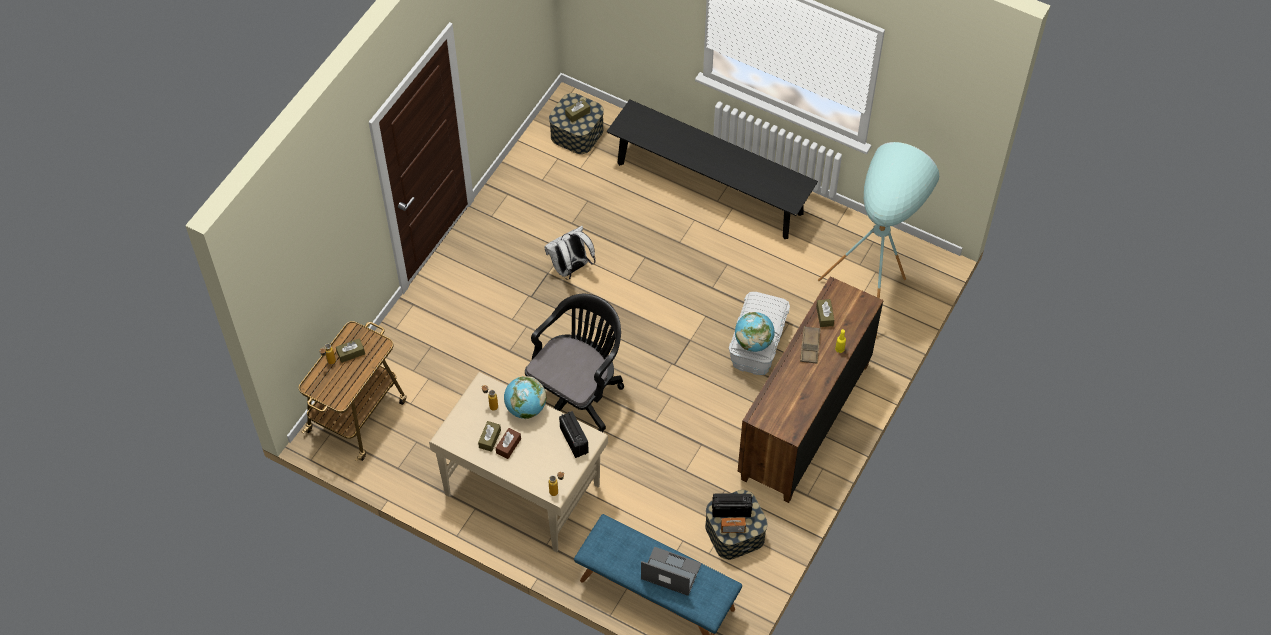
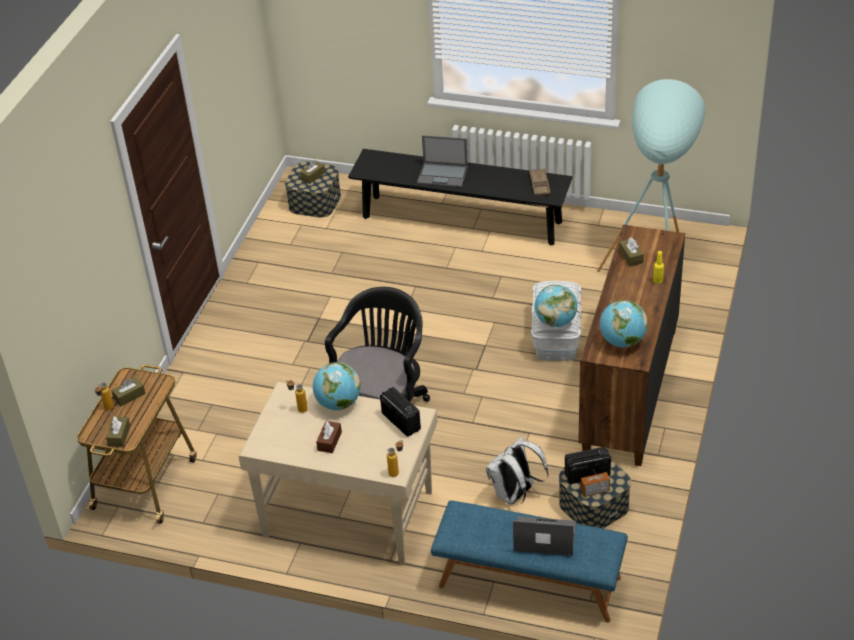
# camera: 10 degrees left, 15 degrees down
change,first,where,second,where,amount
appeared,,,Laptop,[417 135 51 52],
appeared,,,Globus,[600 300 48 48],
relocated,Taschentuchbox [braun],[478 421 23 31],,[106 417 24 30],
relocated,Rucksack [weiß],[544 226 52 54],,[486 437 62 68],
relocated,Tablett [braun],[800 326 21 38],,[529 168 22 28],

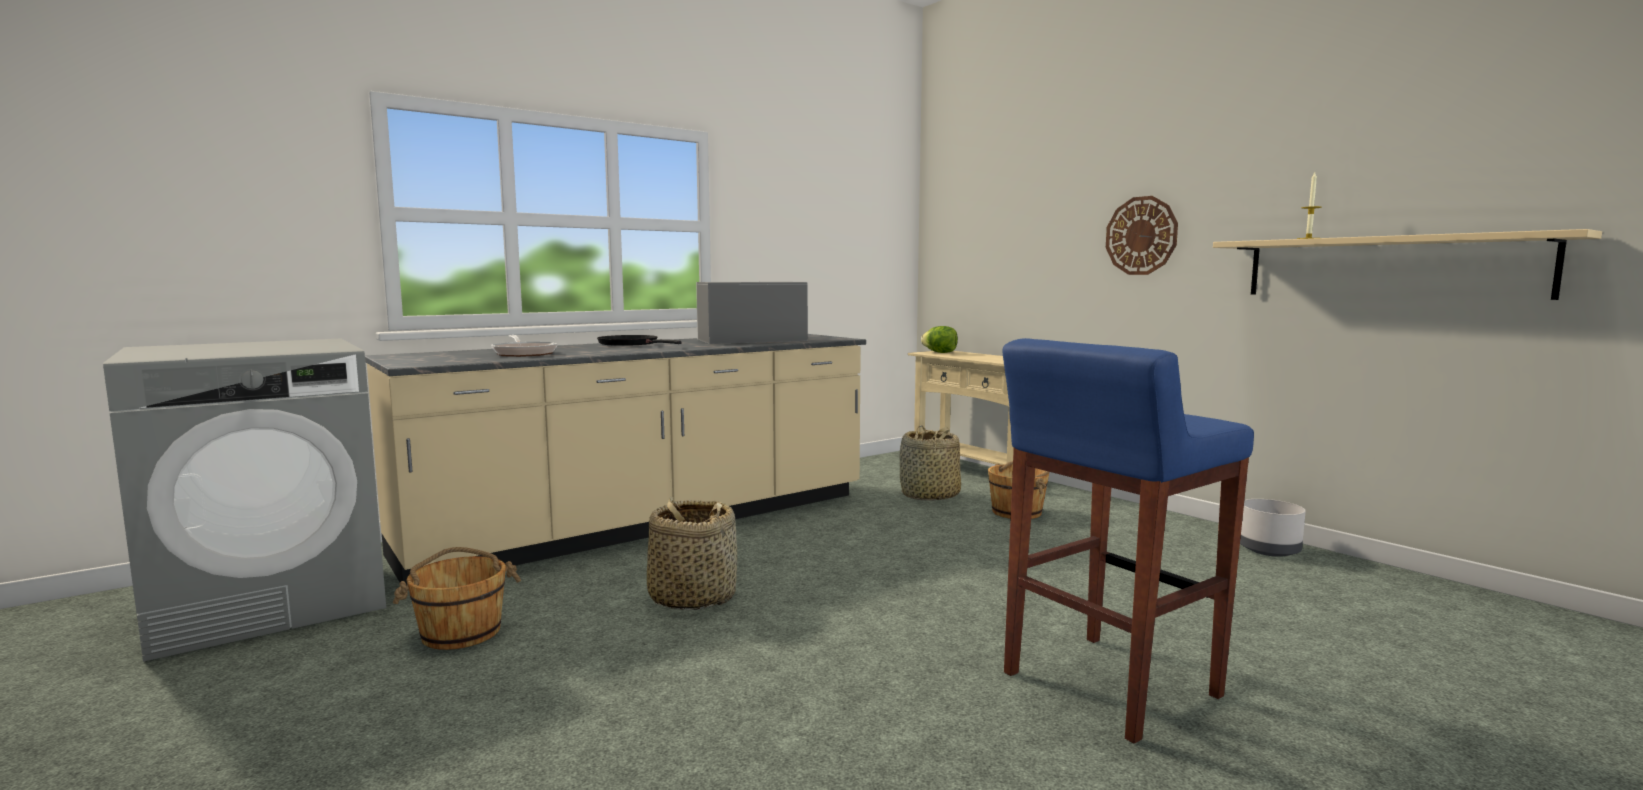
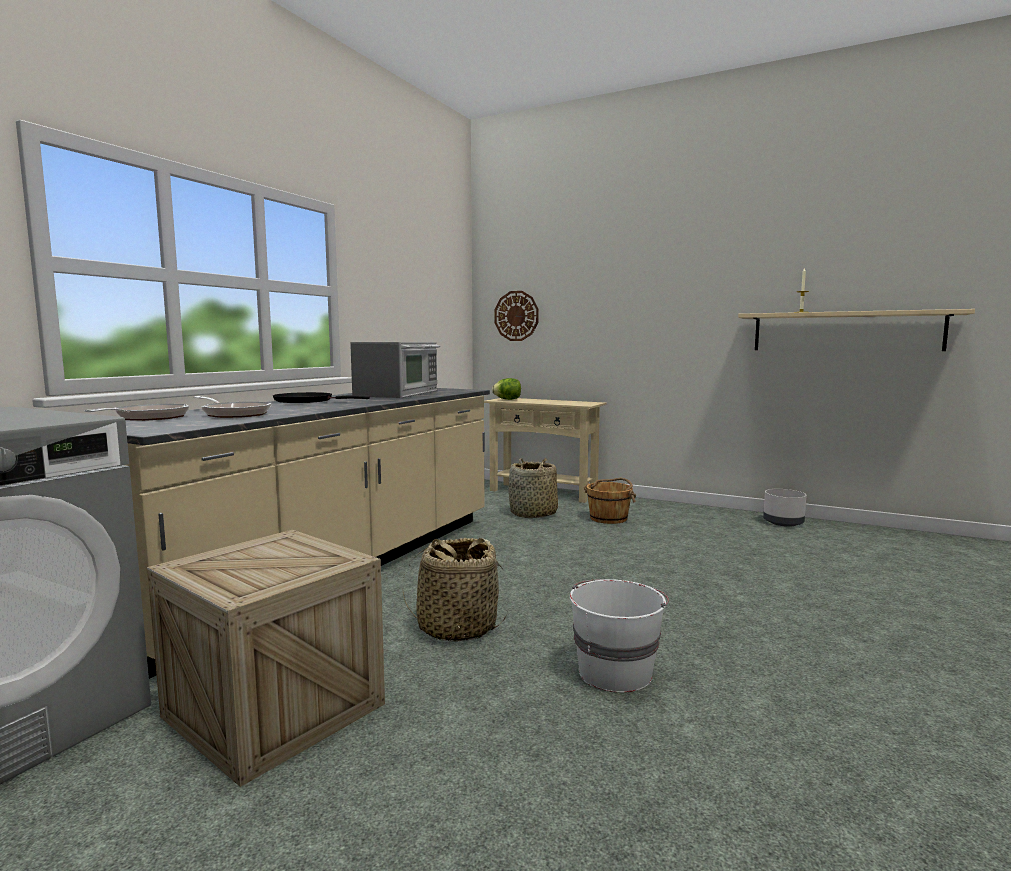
# camera: 25 degrees left, 0 degrees up
change,first,where,second,where,amount
missing,Hocker [blau],[1003 338 251 406],,,
appeared,,,Pfanne,[85 404 104 17],
appeared,,,Eimer [weiß],[570 579 99 113],
relocated,Wanduhr,[1106 196 72 79],,[494 291 45 50],
exchanged,Eimer [braun],[393 547 128 103],Kiste,[147 530 238 257],
spun,Mikrowelle,[696 282 112 62],,[350 342 90 56],150 degrees clockwise

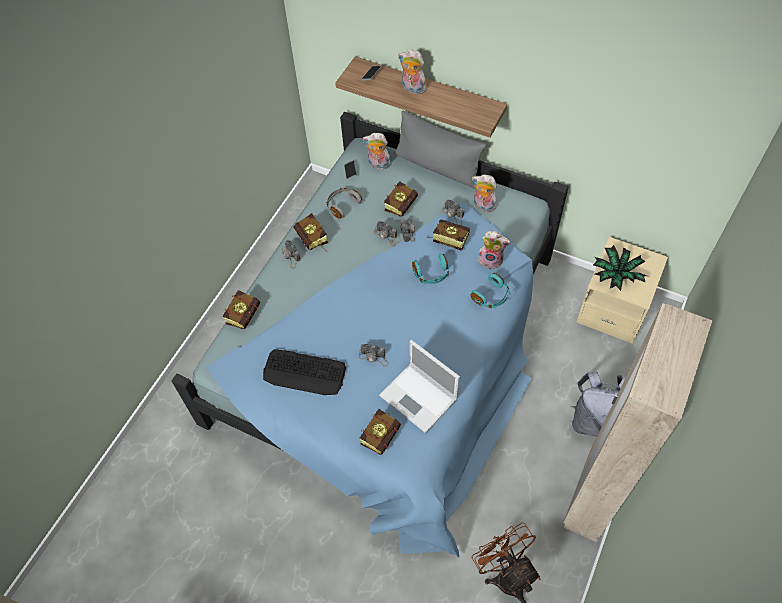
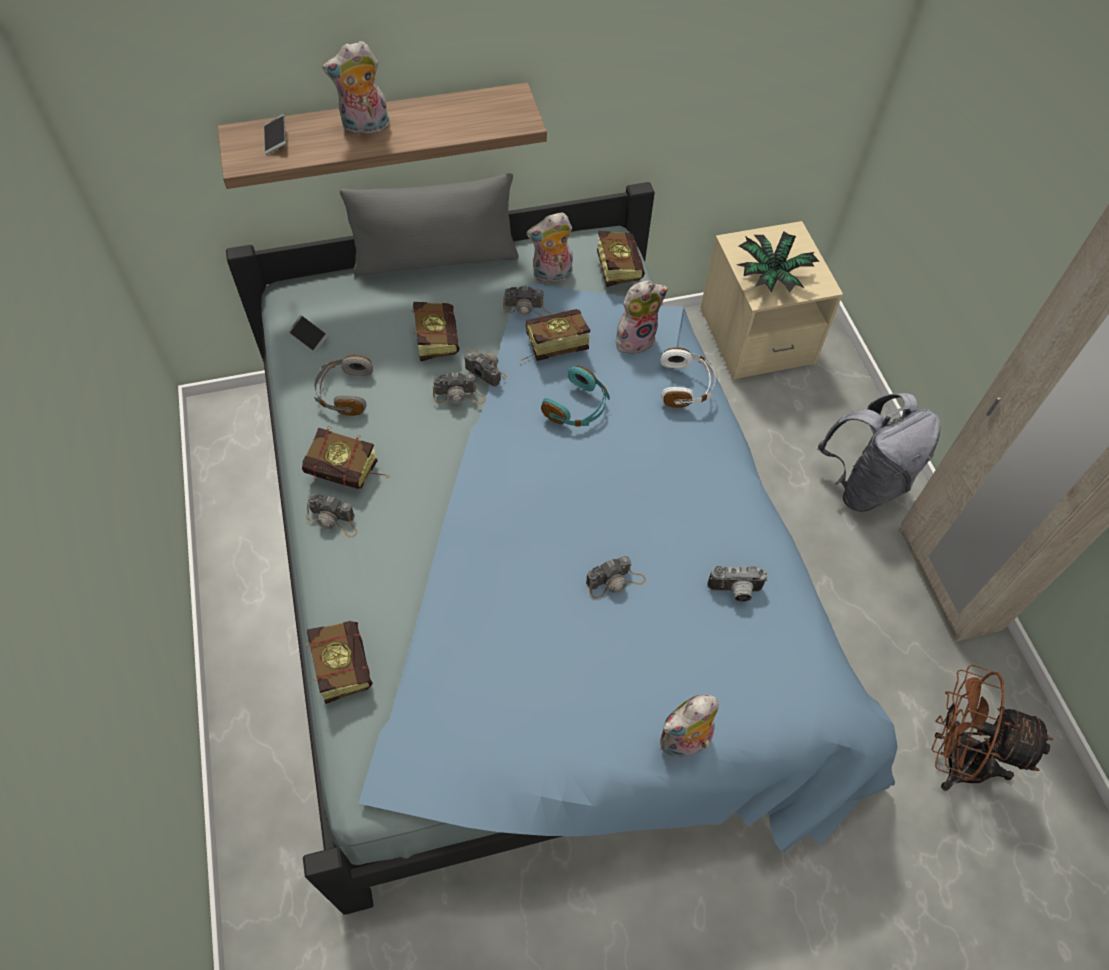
# camera: 45 degrees left, 0 degrees up
change,first,where,second,where,amount
missing,Tastatur,[263 349 83 46],,,
relocated,Buch,[360 409 41 46],,[597 231 48 56],
relocated,Plüschtier,[363 133 30 36],,[660 694 59 64],
exchanged,Laptop,[379 340 81 93],Kamera,[707 566 61 36],
colour,Kopfhörer [türkis],[470 273 40 35],Kopfhörer [weiß],[660 347 56 61],

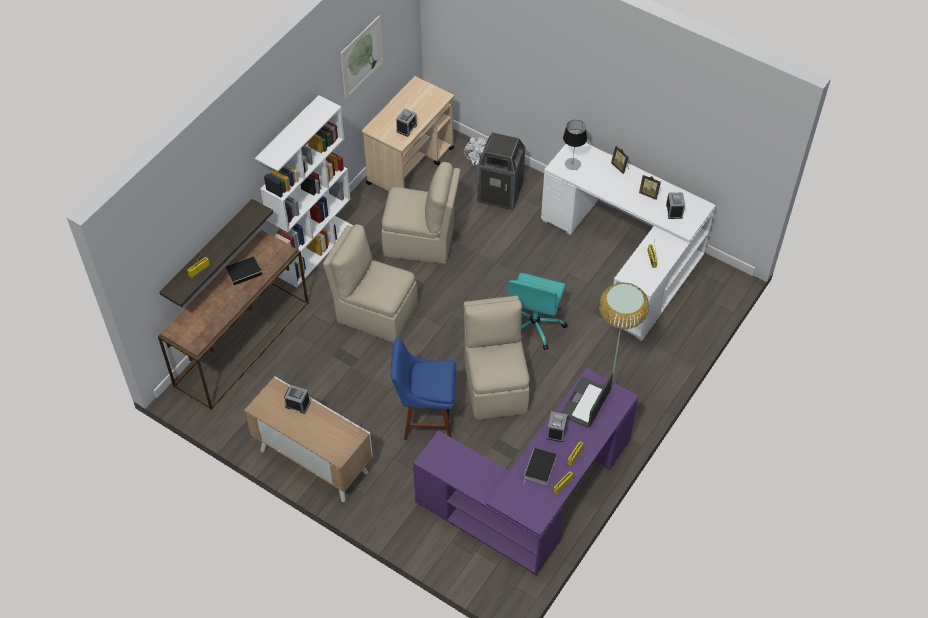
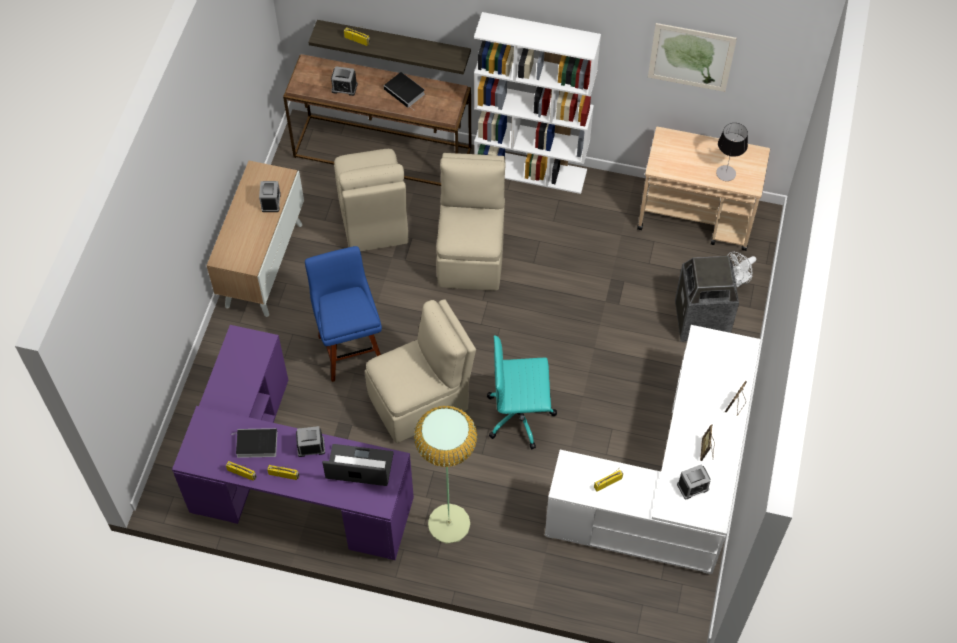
# camera: 70 degrees right, 5 degrees up
change,first,where,second,where,amount
relocated,Stuhl [beige],[382 162 79 102],,[334 149 74 102],
relocated,Wecker,[396 109 21 28],,[331 66 27 30],
relocated,Tischlampe,[563 120 24 50],,[716 123 32 58],

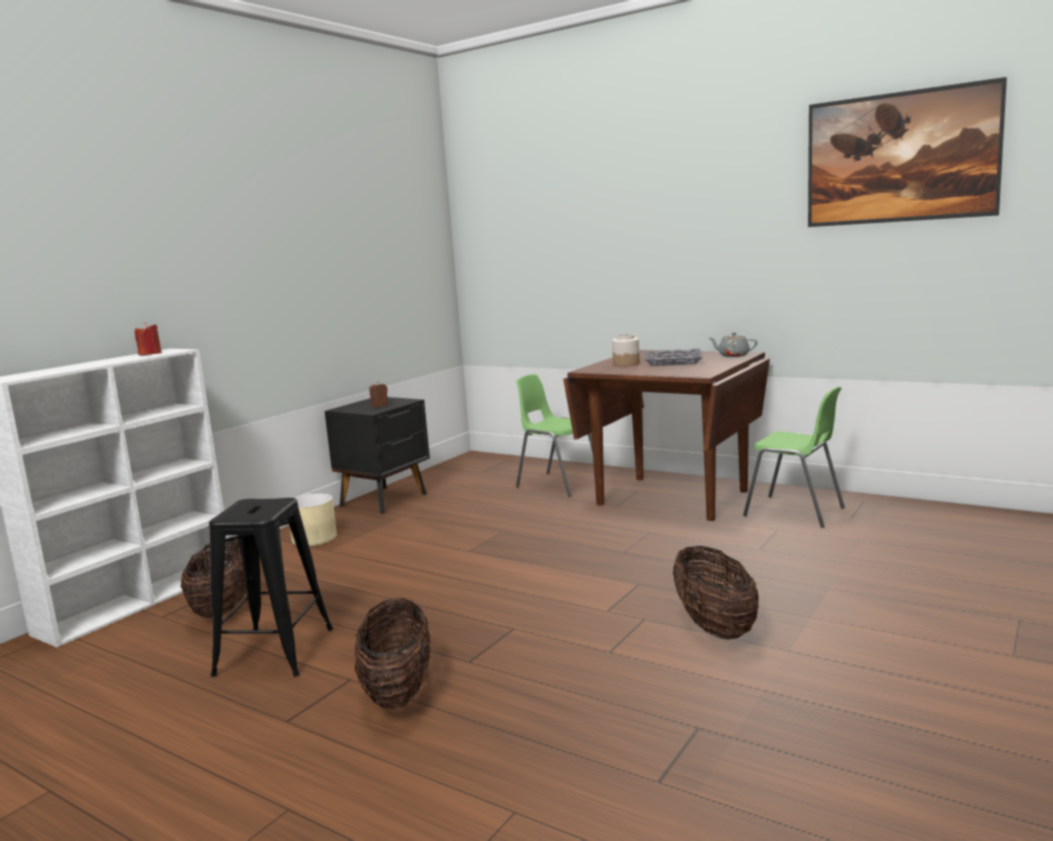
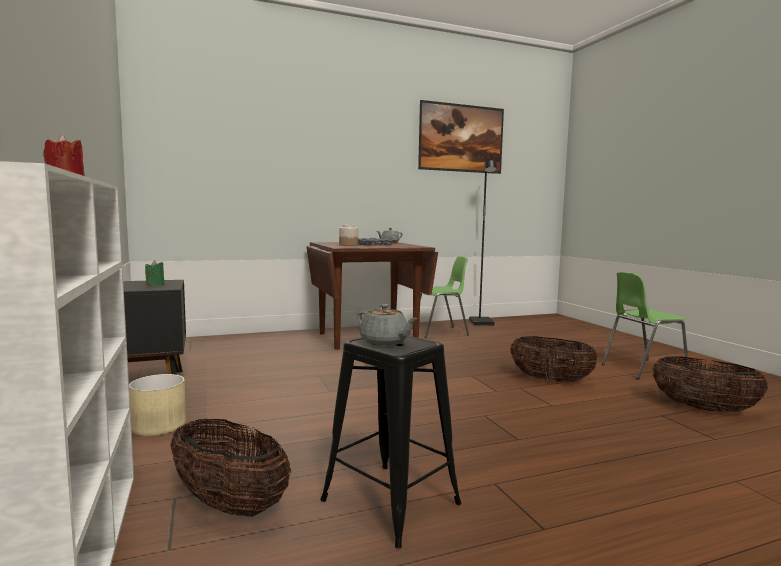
# camera: 55 degrees left, 5 degrees down
change,first,where,second,where,amount
appeared,,,Teekanne [grau],[357 304 61 42],
appeared,,,Stehlampe [schwarz],[469 160 28 166],
relocated,Korb,[354 598 77 111],,[652 356 116 56],
relocated,Stuhl [grün],[516 374 77 123],,[602 272 86 107],
colour,Kerze [braun],[369 382 19 25],Kerze [grün],[145 260 19 25],

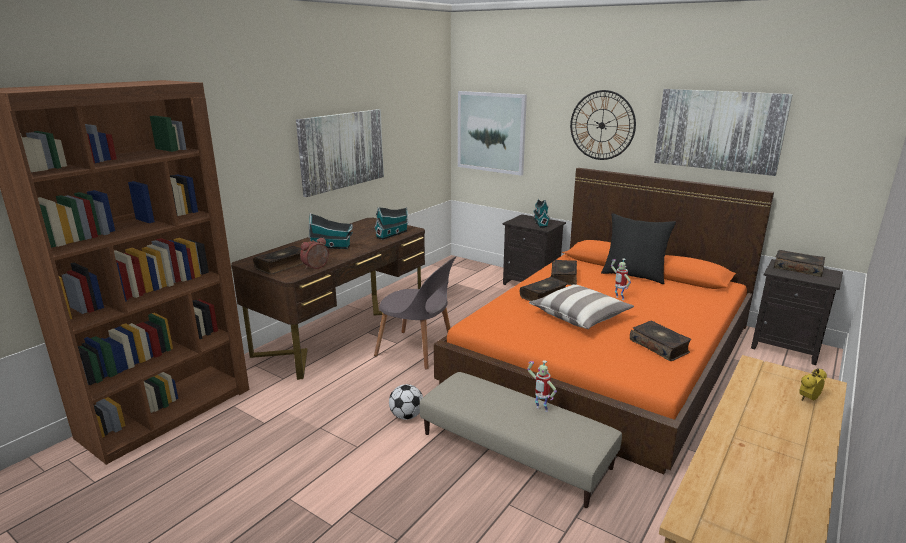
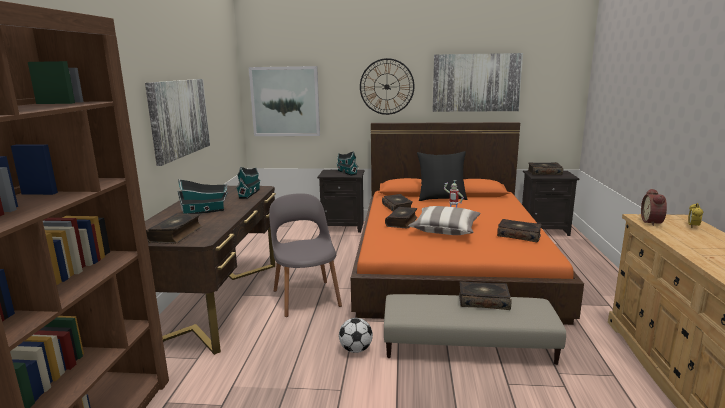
# camera: 30 degrees left, 5 degrees down
change,first,where,second,where,amount
relocated,Wecker,[300 237 29 32],,[641 189 26 37],
exchanged,Spielzeugroboter,[527 360 30 52],Buch,[459 281 53 29],
spun,Stuhl [grau],[374 256 82 114],,[269 193 73 124],105 degrees counterclockwise

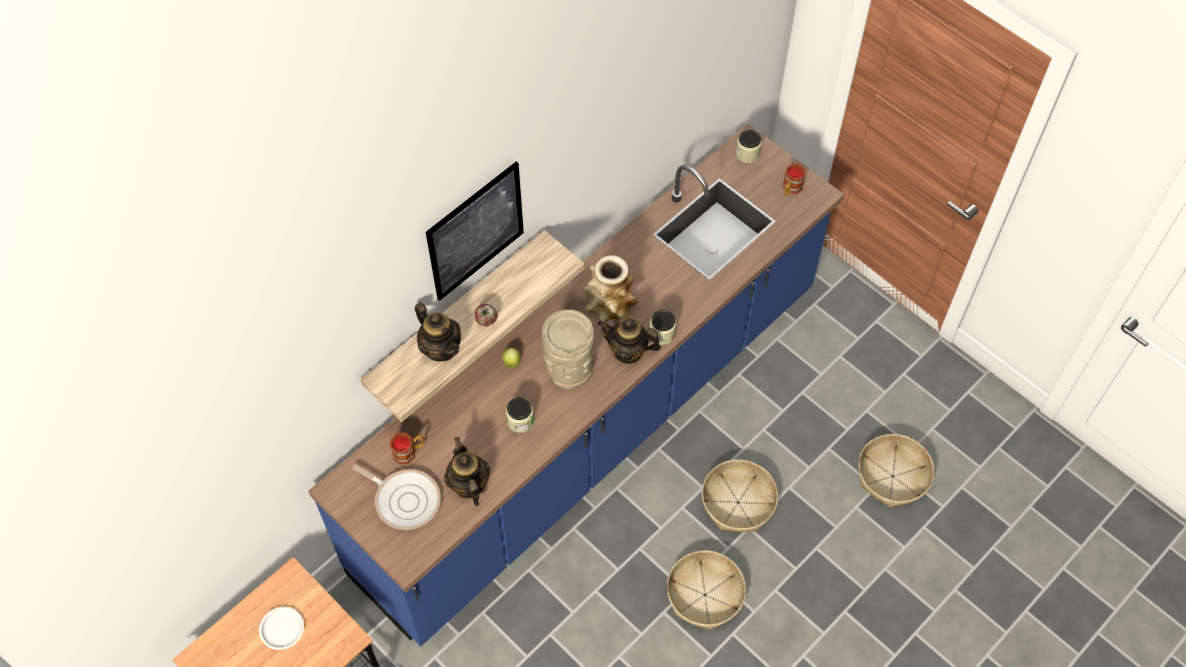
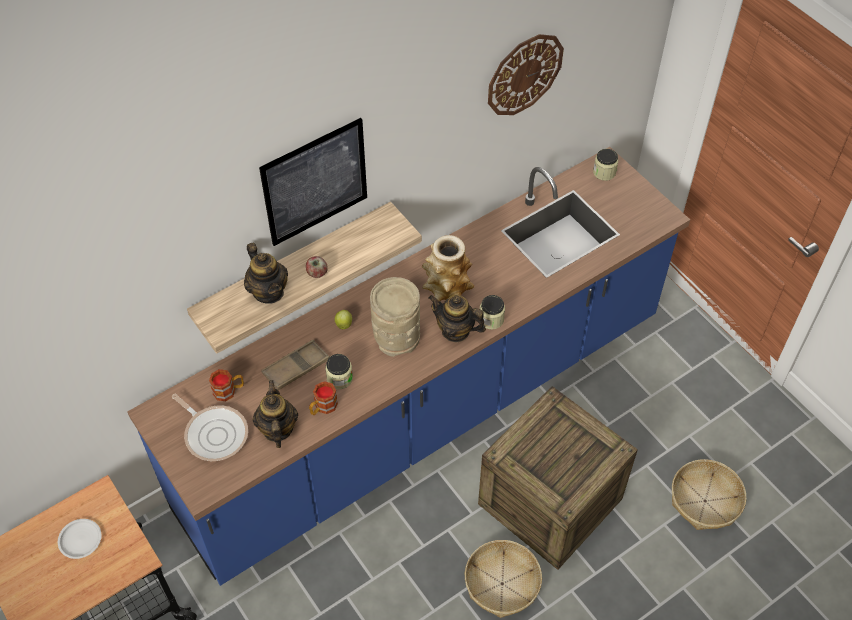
# camera: 10 degrees right, 5 degrees down
change,first,where,second,where,amount
appeared,,,Tablett [braun],[261 340 69 50],
appeared,,,Wanduhr,[488 34 76 81],
relocated,Henkelbecher,[783 163 23 33],,[309 381 29 34],
exchanged,Korb,[702 460 76 72],Kiste,[478 386 160 184],

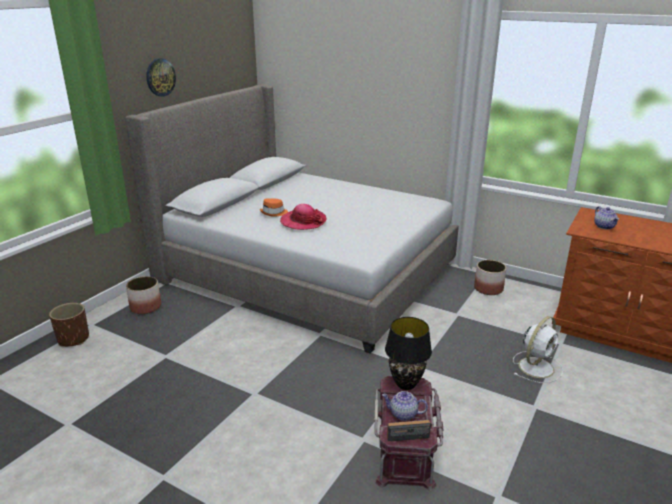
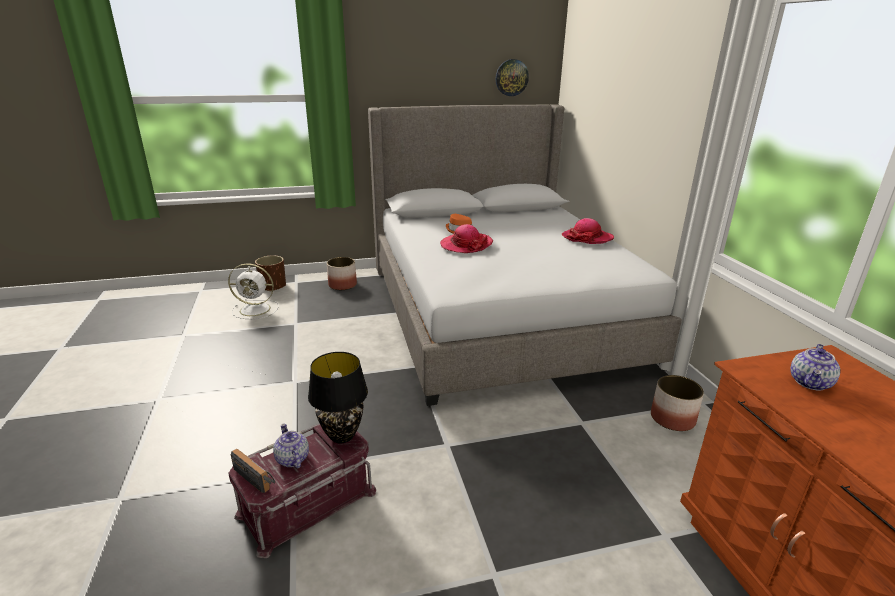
# camera: 45 degrees right, 0 degrees up
change,first,where,second,where,amount
appeared,,,Hut,[562 218 52 26],
relocated,Wanduhr,[146 58 30 39],,[496 59 33 37],
relocated,Ventilator [weiß],[513 316 50 67],,[228 264 51 55],

